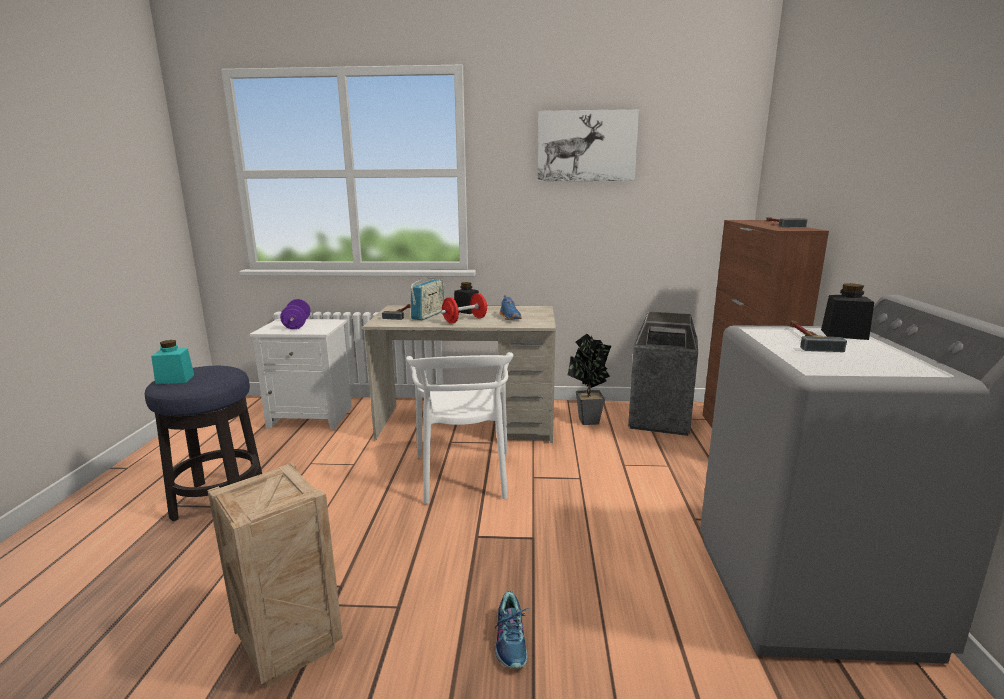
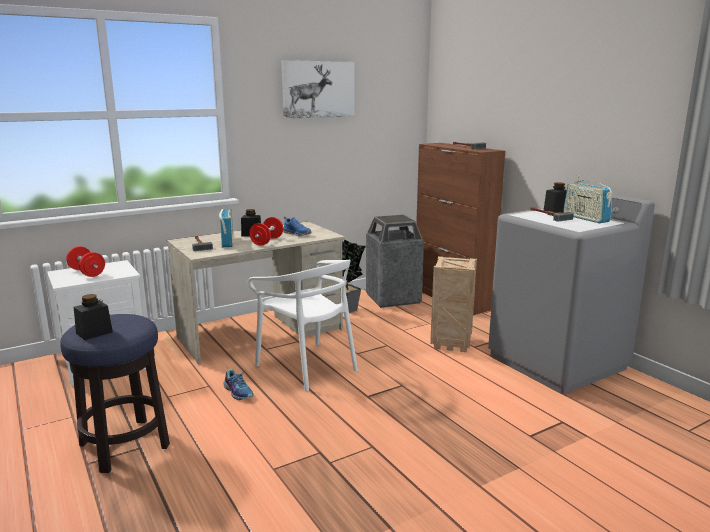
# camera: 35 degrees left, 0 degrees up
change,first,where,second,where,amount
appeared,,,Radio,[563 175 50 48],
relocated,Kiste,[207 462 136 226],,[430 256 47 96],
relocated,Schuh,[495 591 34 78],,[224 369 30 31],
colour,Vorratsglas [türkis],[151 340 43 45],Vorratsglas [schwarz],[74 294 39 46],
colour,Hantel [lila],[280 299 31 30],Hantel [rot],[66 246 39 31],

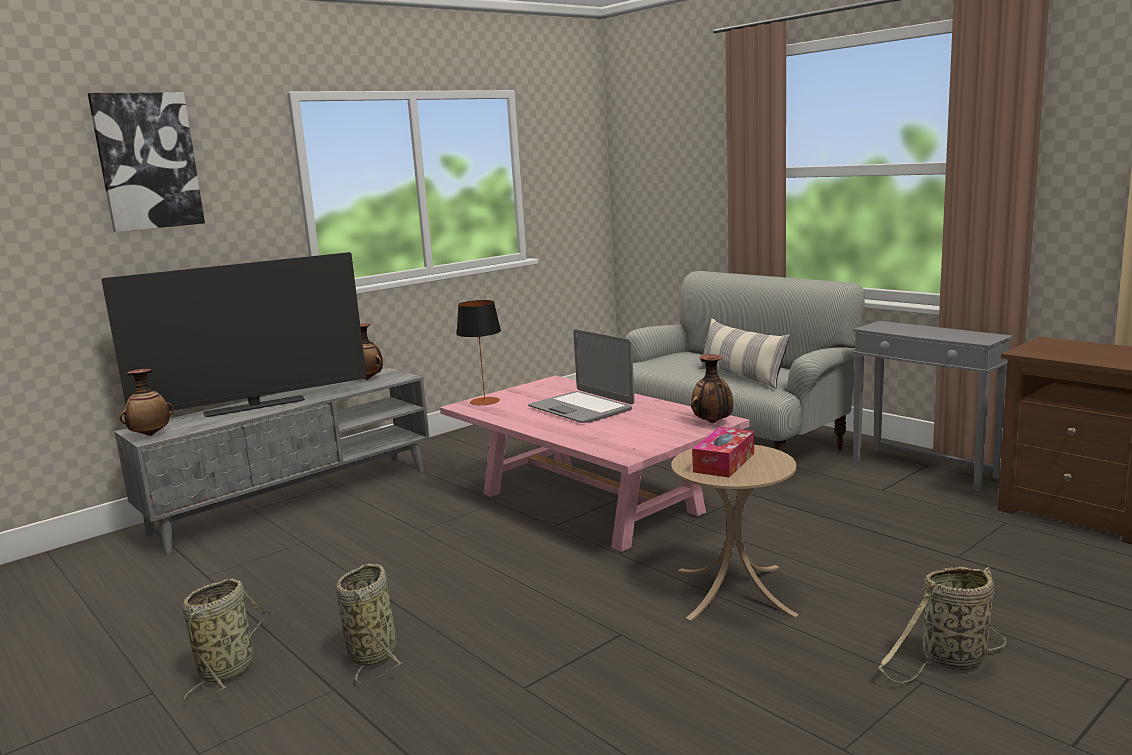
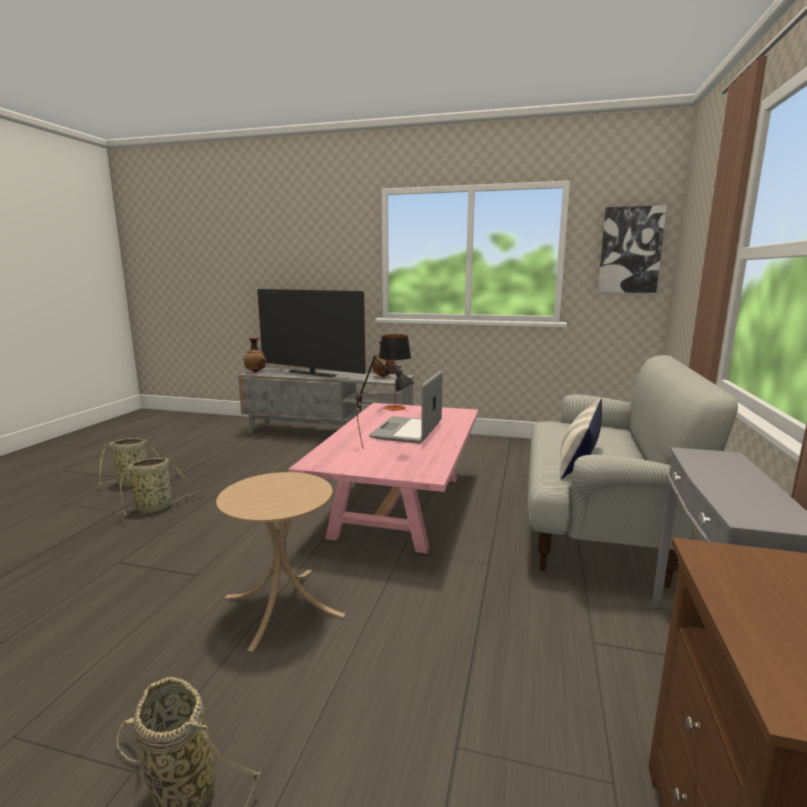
# camera: 55 degrees right, 0 degrees up
change,first,where,second,where,amount
missing,Vase,[691 354 42 69],,,
missing,Taschentuchbox,[692 427 62 50],,,
appeared,,,Tischlampe [schwarz],[356 356 59 93],
relocated,Bild,[88 92 117 140],,[598 205 69 88],

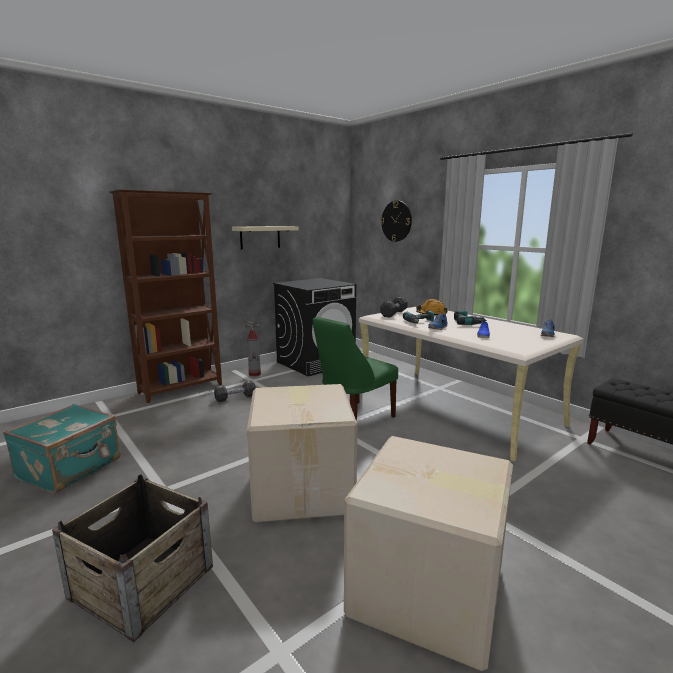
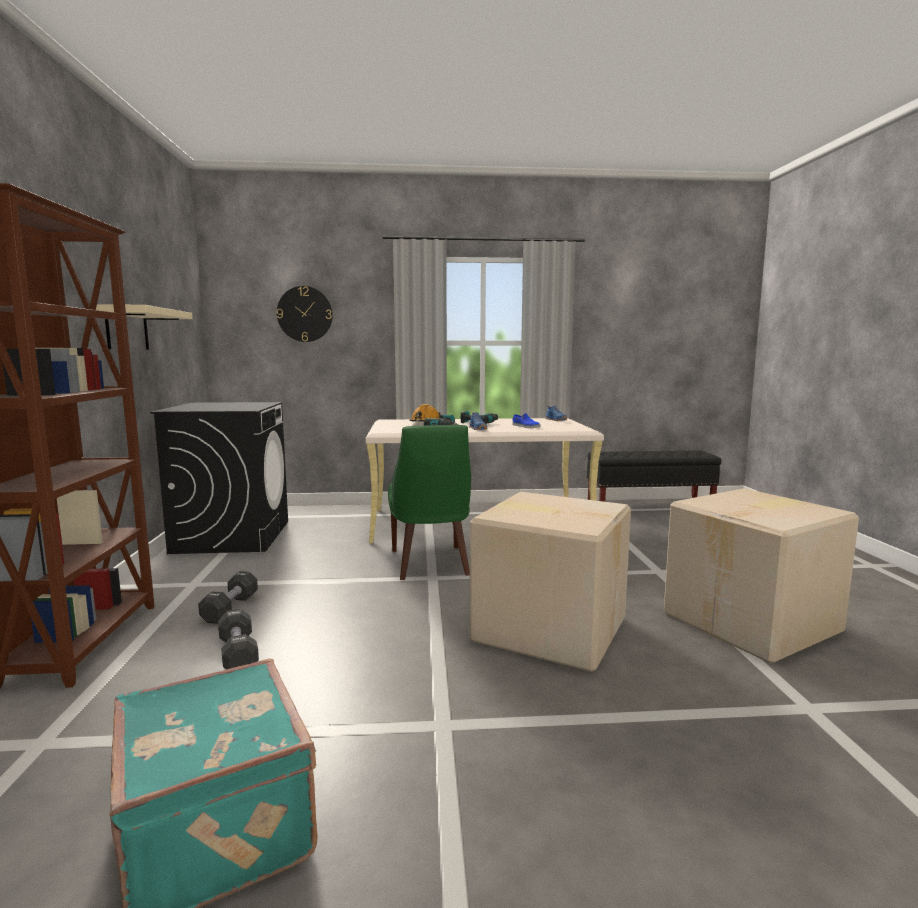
# camera: 55 degrees left, 5 degrees down
change,first,where,second,where,amount
missing,Kiste,[52 474 161 168],,,
missing,Feuerlöscher,[245 321 16 55],,,
relocated,Hantel [schwarz],[380 297 27 20],,[218 609 41 60],

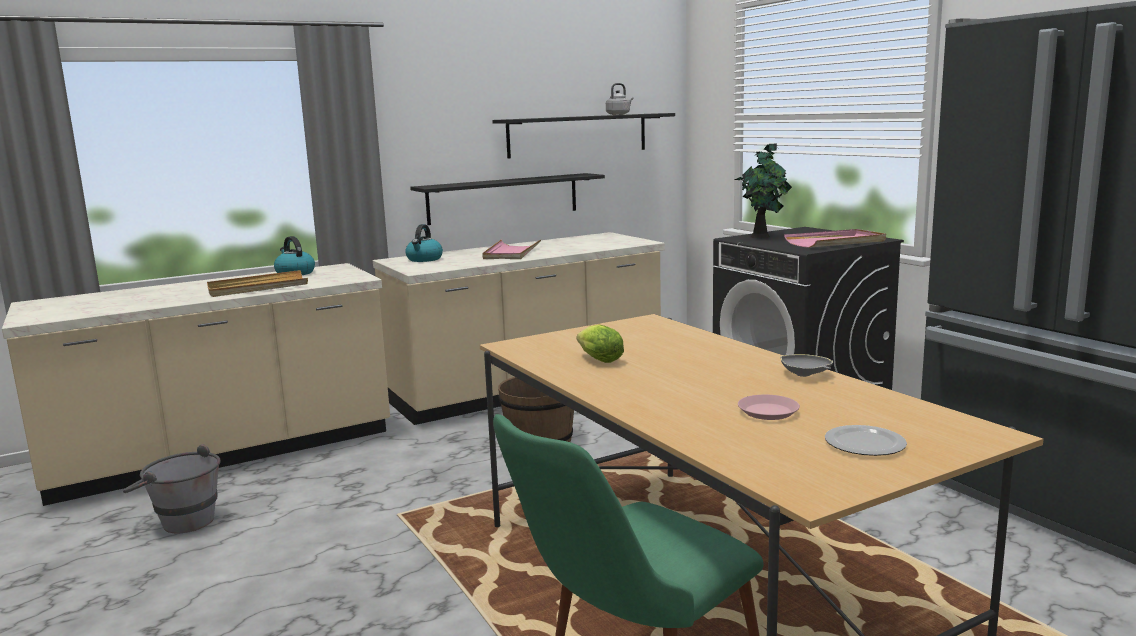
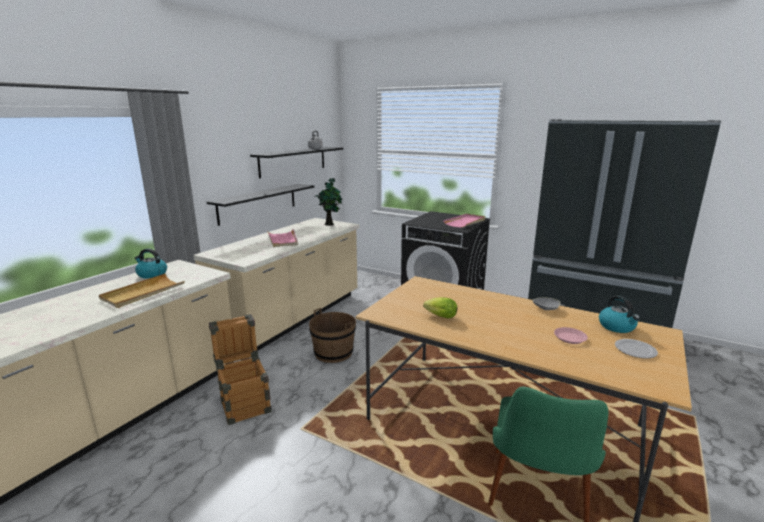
# camera: 30 degrees left, 5 degrees up
change,first,where,second,where,amount
missing,Eimer [grau],[123 444 98 89],,,
appeared,,,Kiste,[209 314 63 111],
relocated,Wasserkessel,[405 224 38 38],,[599 295 41 38],
relocated,Topfpflanze,[735 144 57 94],,[316 178 26 48],

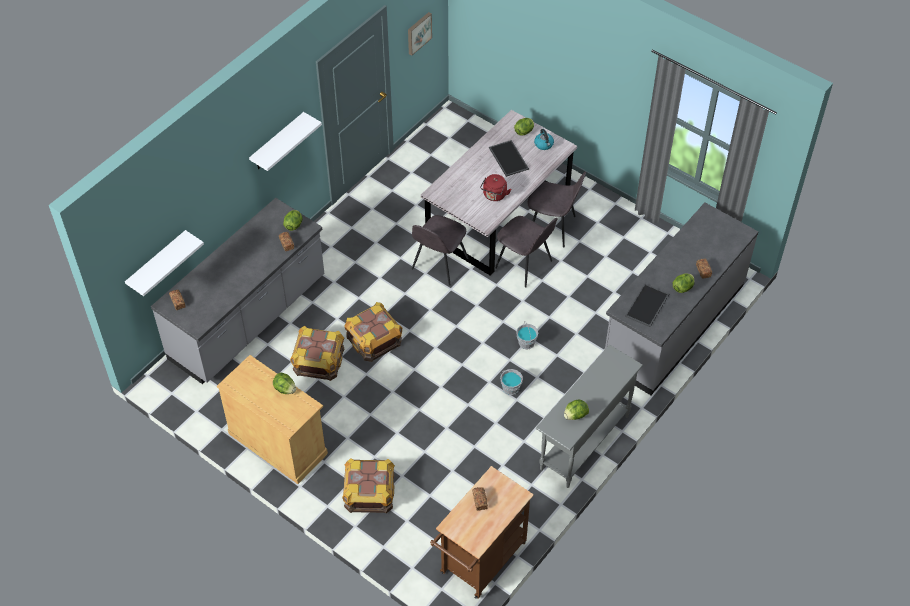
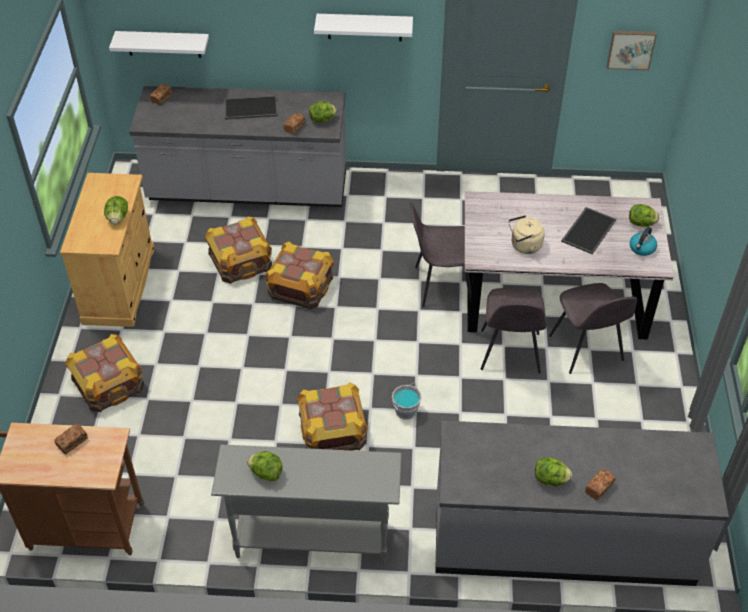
# camera: 55 degrees right, 5 degrees down
change,first,where,second,where,amount
relocated,Tablett,[625 283 44 44],,[224 96 54 24],
exchanged,Eimer [grau],[500 369 23 26],Kiste,[296 382 72 69],
colour,Wasserkessel [rot],[480 174 31 27],Wasserkessel [beige],[508 215 37 39],

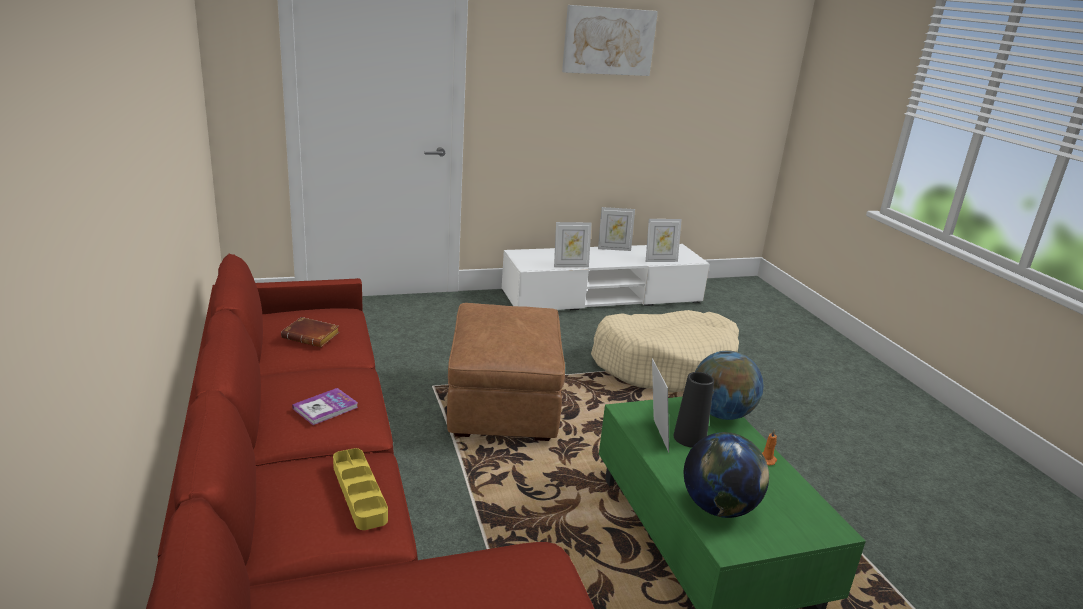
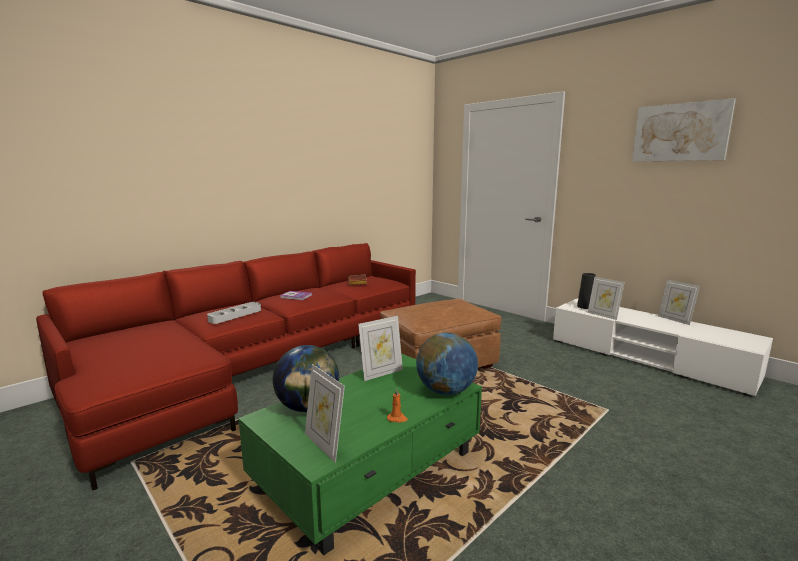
# camera: 65 degrees right, 10 degrees down
change,first,where,second,where,amount
missing,Hundebett [beige],[591 310 148 83],,,
relocated,Bilderrahmen,[646 219 36 43],,[305 364 40 99],
relocated,Vase [schwarz],[673 372 41 75],,[577 273 19 36],
colour,Tablett [gelb],[333 448 55 82],Tablett [grau],[207 302 54 22],

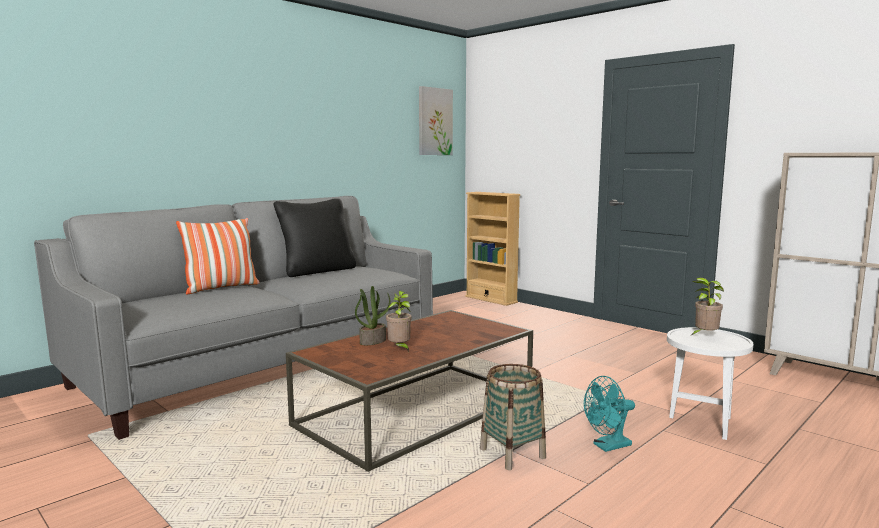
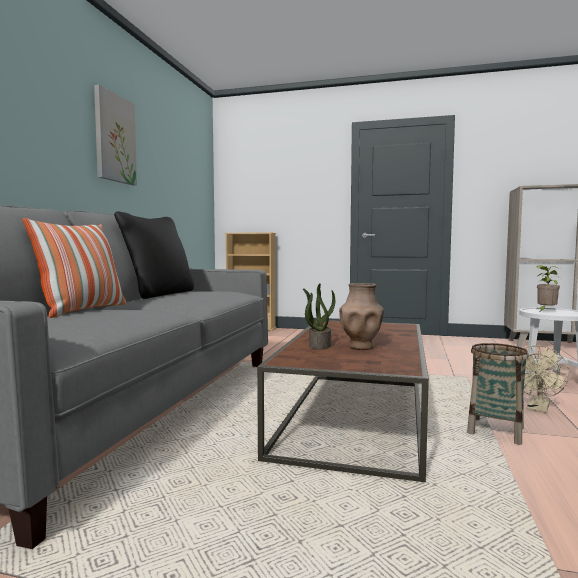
# camera: 30 degrees left, 5 degrees down
change,first,where,second,where,amount
relocated,Bild,[419 86 34 69],,[94 85 43 100],
exchanged,Topfpflanze,[386 291 26 61],Vase [braun],[339 283 45 67],
colour,Ventilator [türkis],[584 376 51 76],Ventilator [beige],[524 345 45 68],

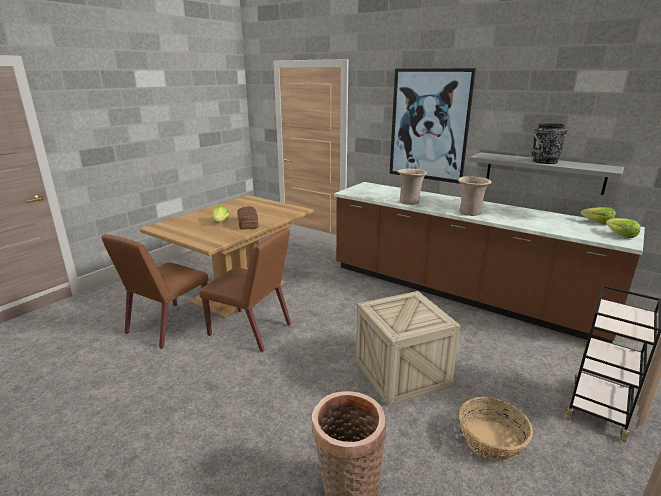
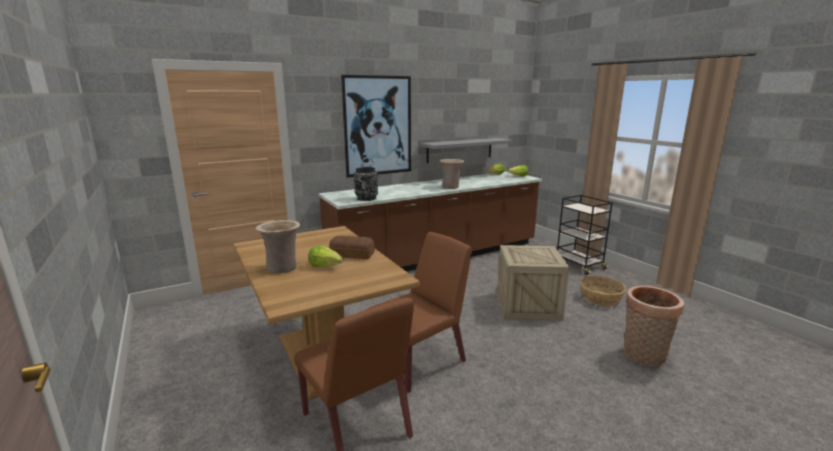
# camera: 65 degrees left, 5 degrees down
change,first,where,second,where,amount
relocated,Vase [beige],[397 169 30 36],,[255 220 46 53],
relocated,Vase [schwarz],[532 123 35 41],,[353 167 25 34],

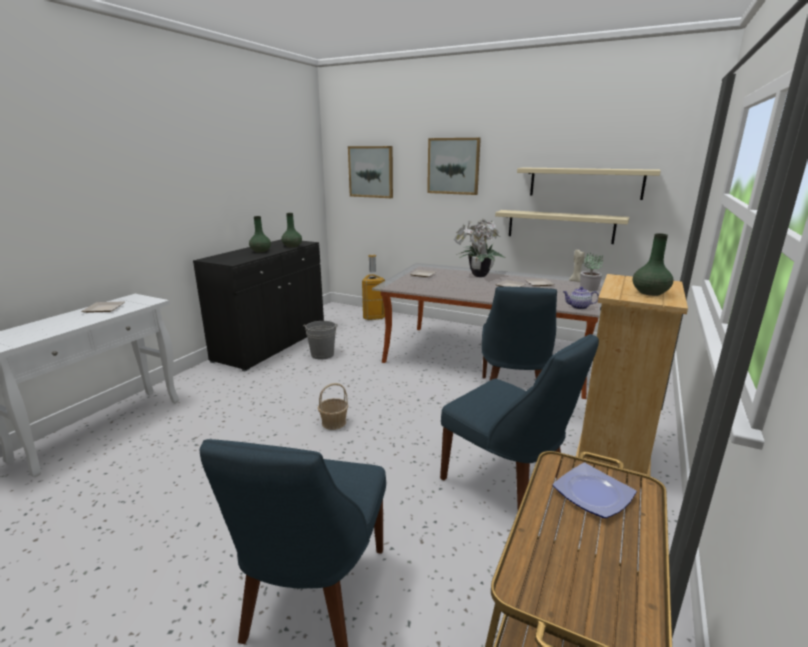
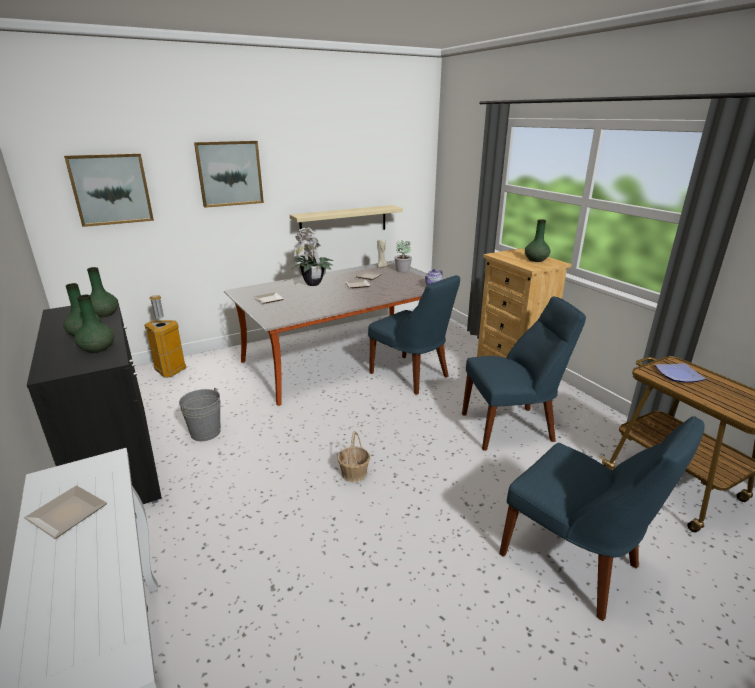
# camera: 55 degrees left, 5 degrees up
change,first,where,second,where,amount
missing,Wandregal [beige],[517 167 144 33],,,
appeared,,,Vase [grün],[74 295 40 58],

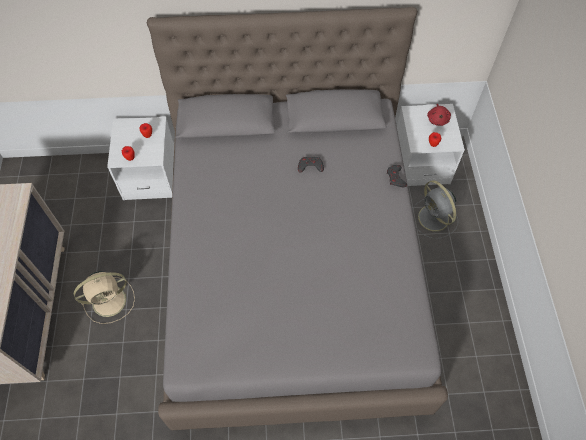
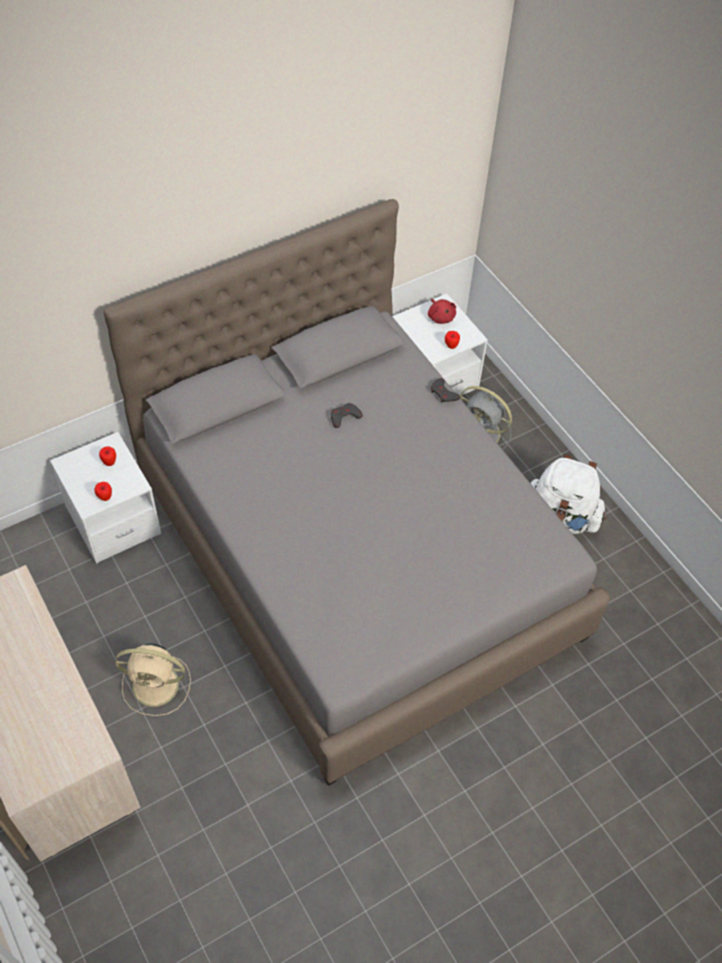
# camera: 30 degrees left, 5 degrees down
change,first,where,second,where,amount
appeared,,,Rucksack [weiß],[531 454 75 80],
spun,Ventilator [beige],[74 271 61 53],,[115 643 76 73],60 degrees clockwise

